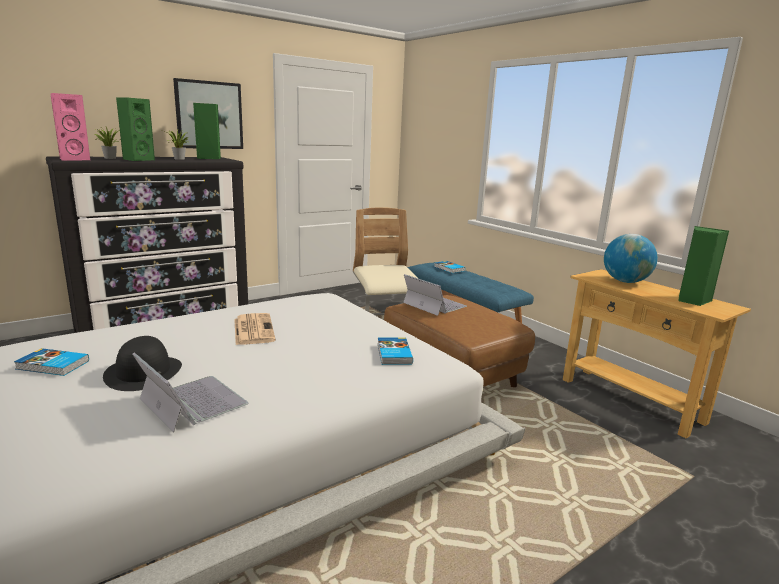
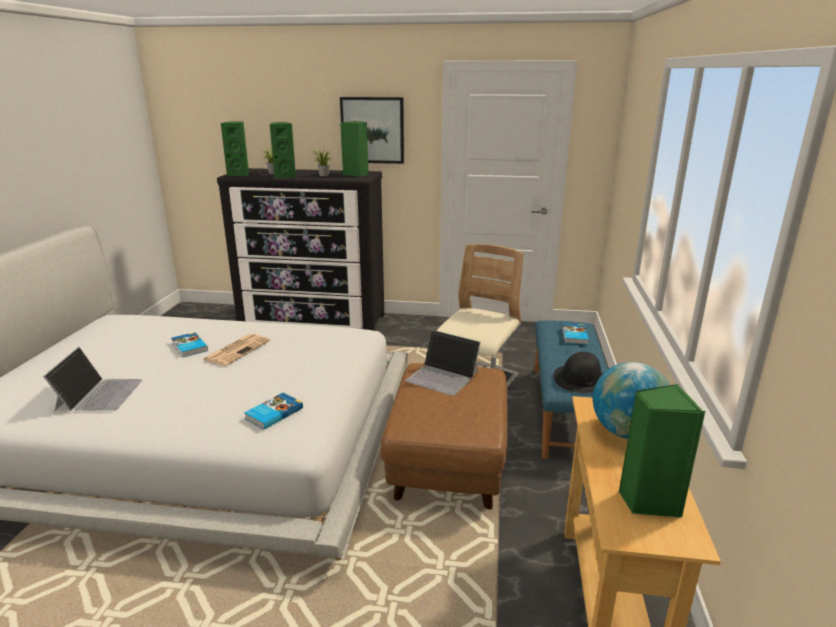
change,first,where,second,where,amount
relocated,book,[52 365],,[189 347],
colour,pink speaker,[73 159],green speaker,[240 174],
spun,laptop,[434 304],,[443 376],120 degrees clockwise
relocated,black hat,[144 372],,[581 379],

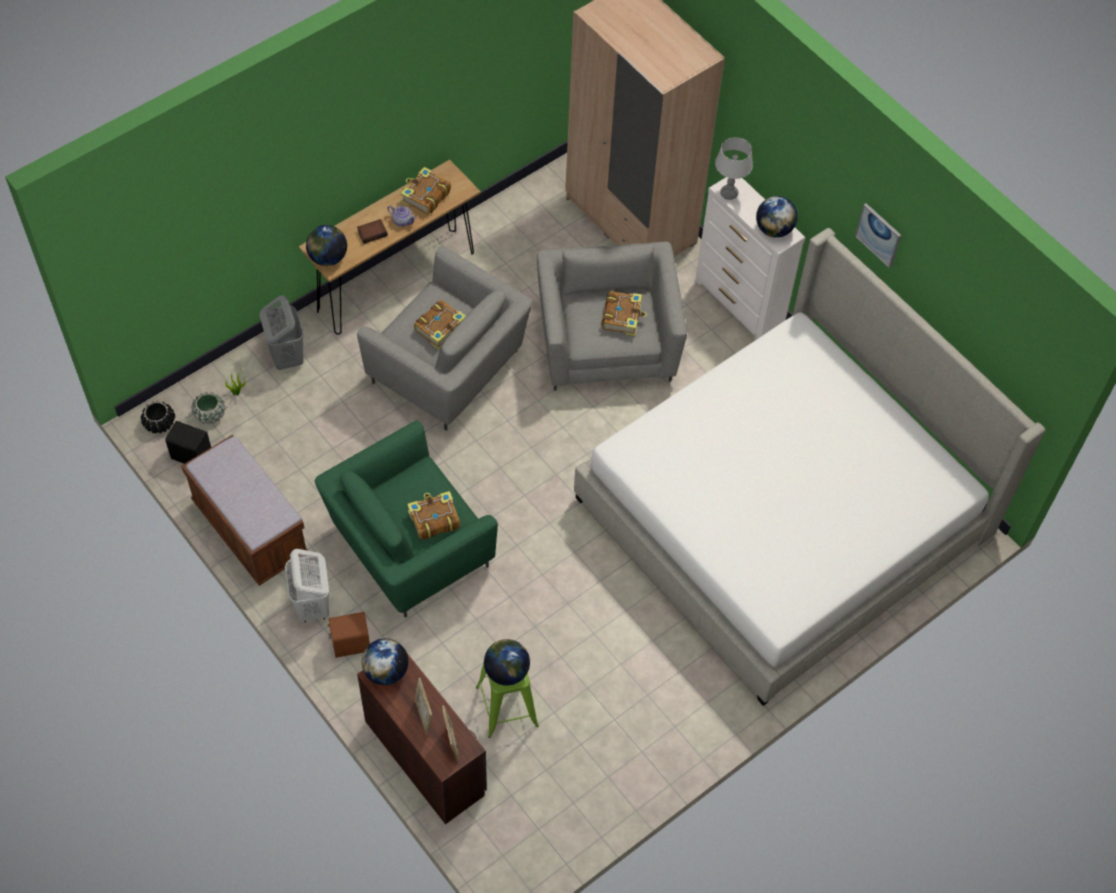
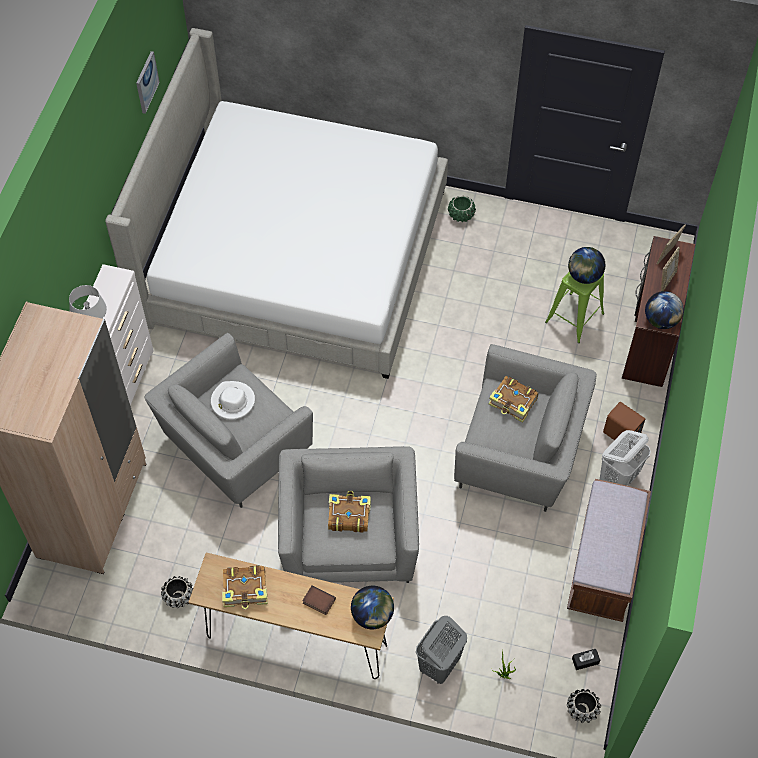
change,first,where,second,where,amount
relocated,picture,[879 234],,[146 82],
appeared,,,black planter,[178 597],
exchanged,book,[622 317],white hat,[232 401],
relocated,green planter,[209 414],,[461 215],
colour,green armchair,[408 547],grey armchair,[520 453],
exchanged,black speaker,[191 454],black tissue box,[585 661],
missing,teapot,[402 220],,,
missing,globe,[774 229],,,

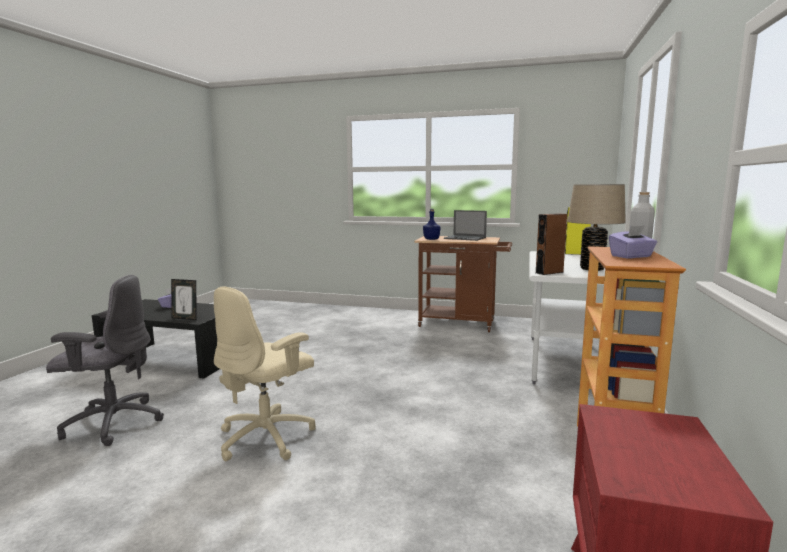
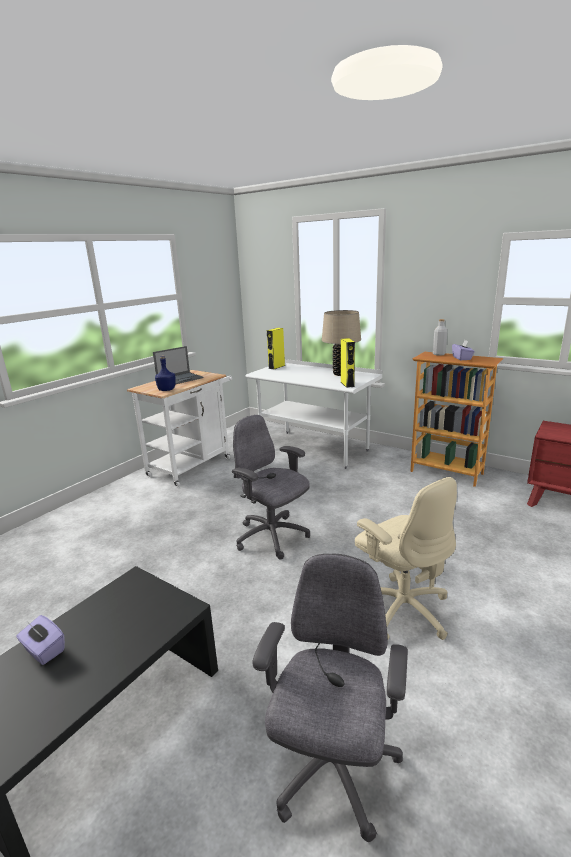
change,first,where,second,where,amount
colour,brown cart,[462 324],white cart,[193 465],
appeared,,,grey office chair,[272 537],
colour,brown speaker,[549 272],yellow speaker,[347 384],
missing,picture frame,[185 318],,,

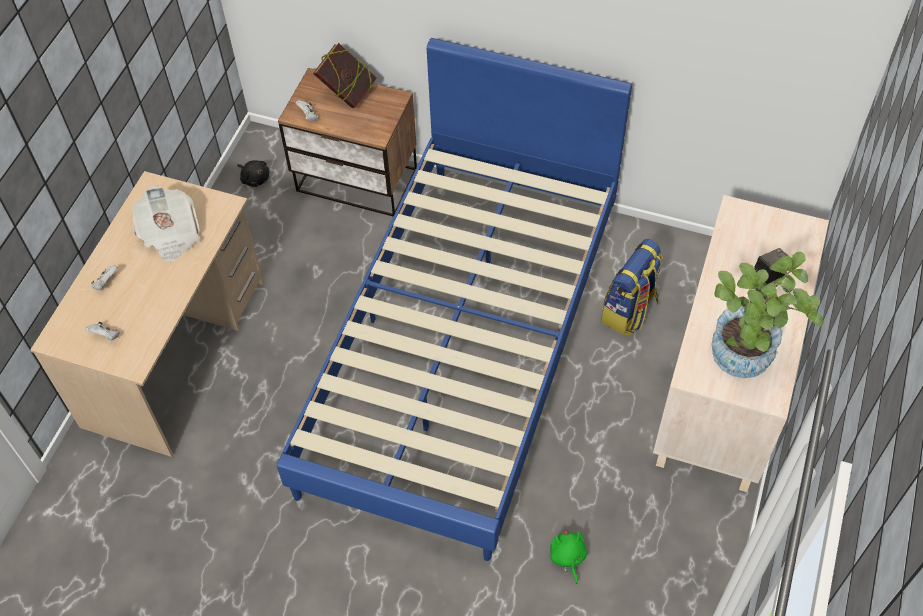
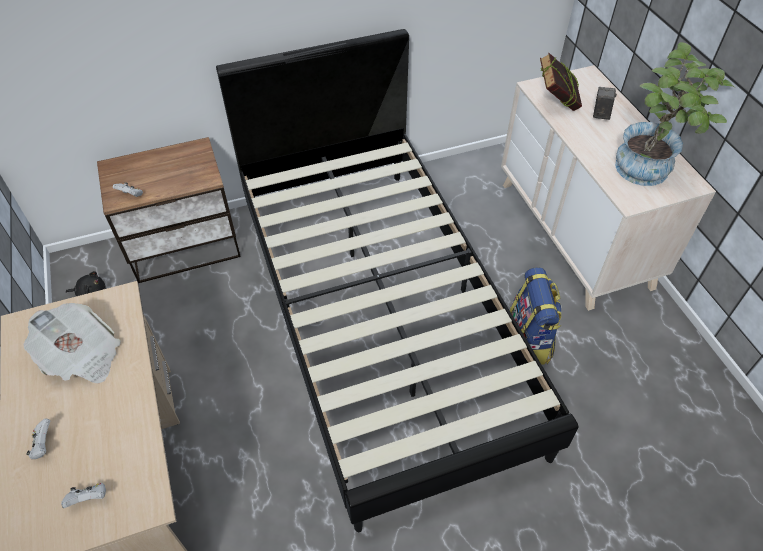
change,first,where,second,where,amount
colour,blue bed,[463 347],black bed,[381 317],
relocated,backpack,[629 311],,[529 342],
relocated,book,[347 94],,[555 104],
missing,green plush toy,[567 557],,,

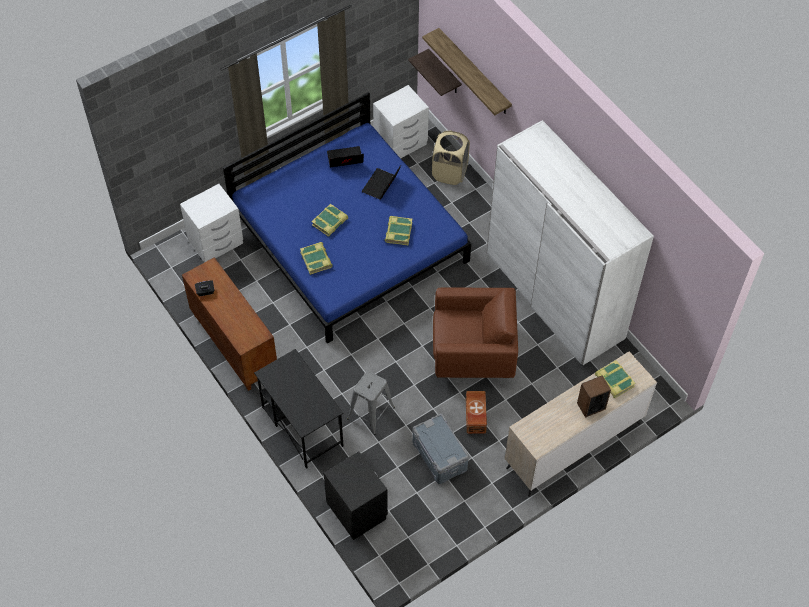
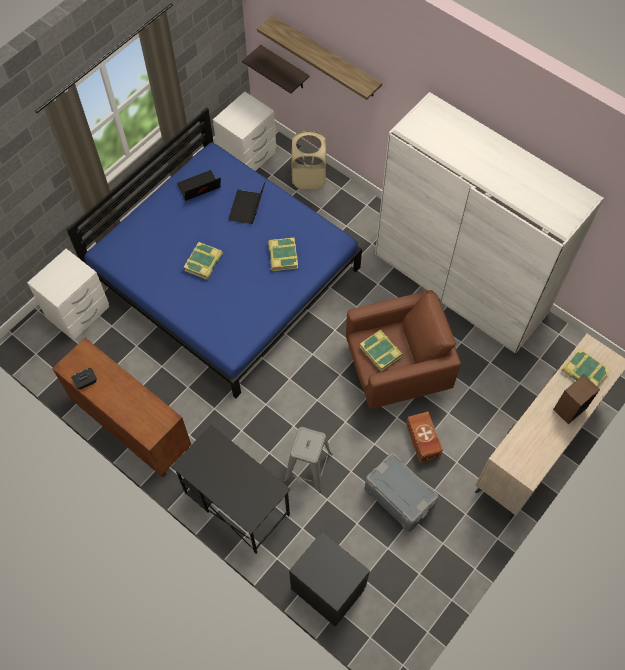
change,first,where,second,where,amount
relocated,book,[316 260],,[381 351],

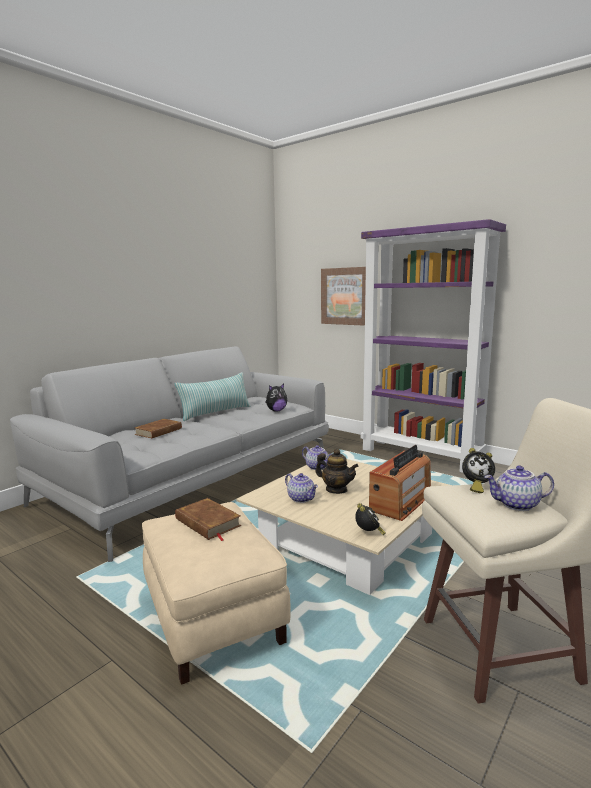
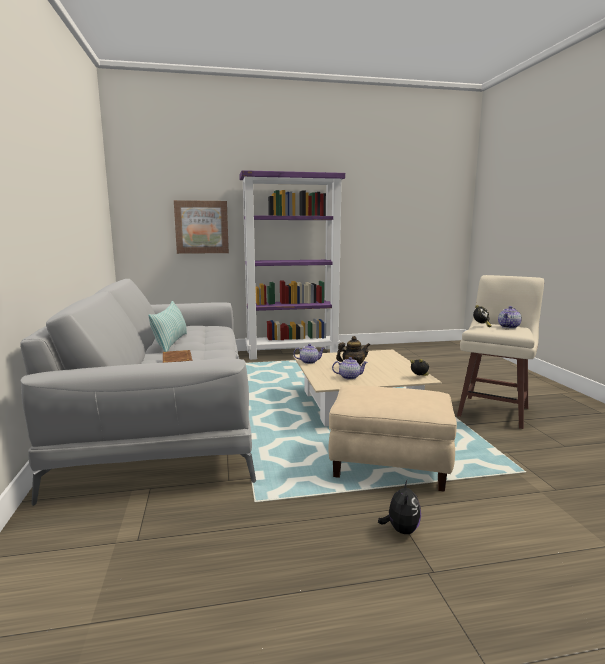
change,first,where,second,where,amount
relocated,plush toy,[276 411],,[401 530],
missing,brown book,[207 523],,,
missing,radio,[401 502],,,

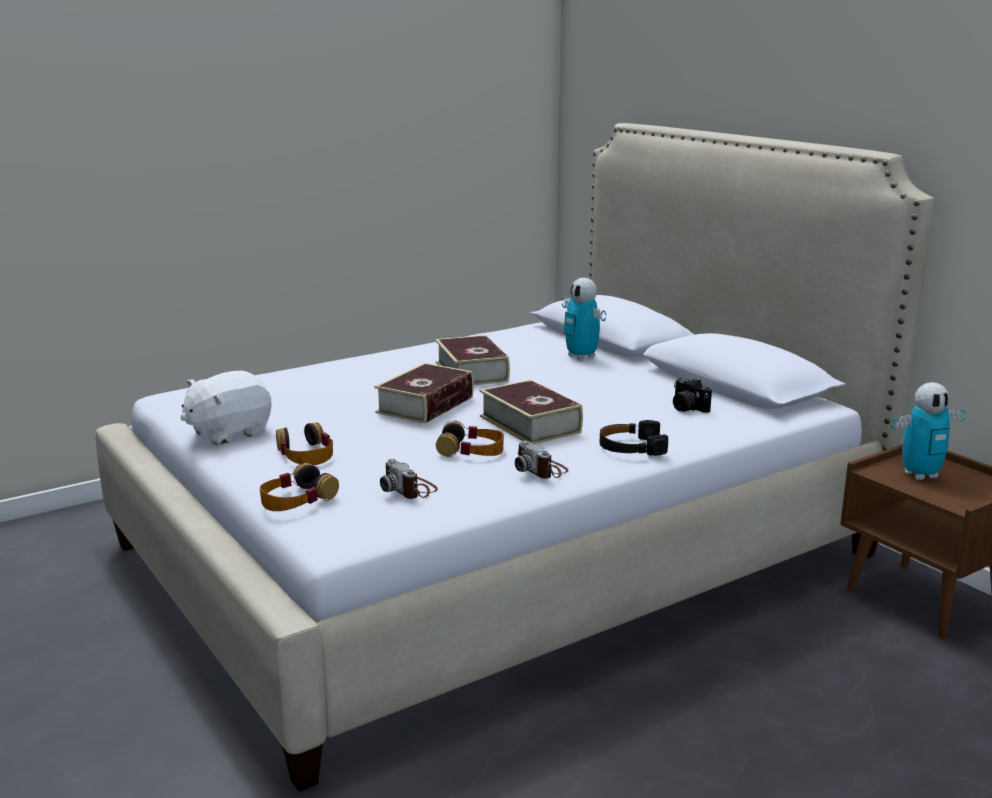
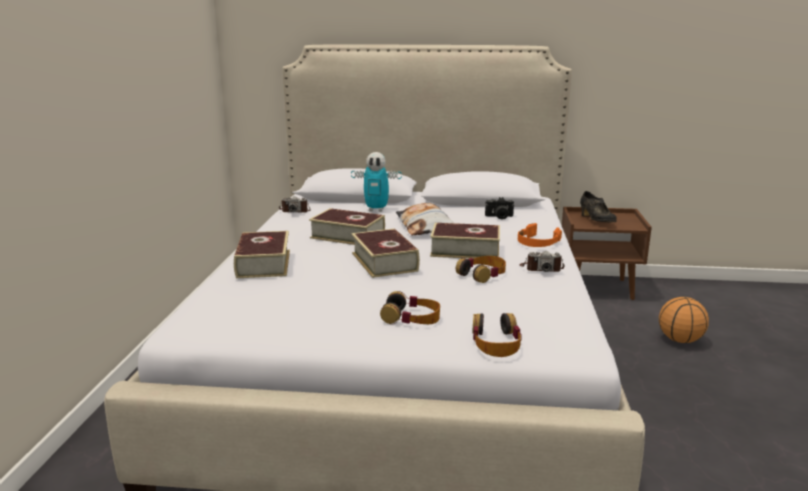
change,first,where,second,where,amount
appeared,,,book,[263 263],
relocated,photo camera,[410 489],,[295 211],
appeared,,,pillow,[425 226],
colour,black headphones,[631 447],orange headphones,[537 242],
exchanged,toy robot,[920 475],black shoe,[596 221],
appeared,,,basketball,[680 340],
missing,white plush toy,[228 432],,,

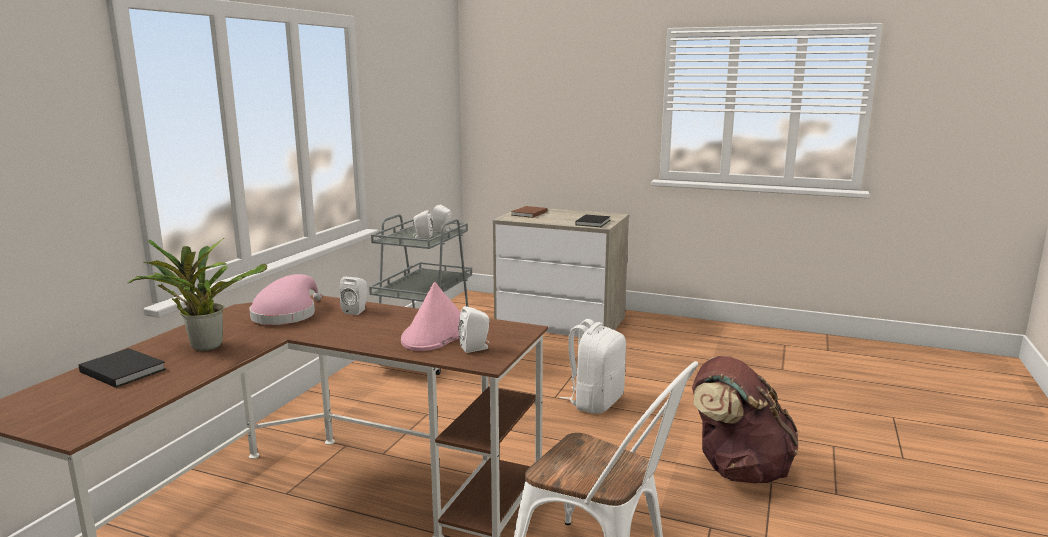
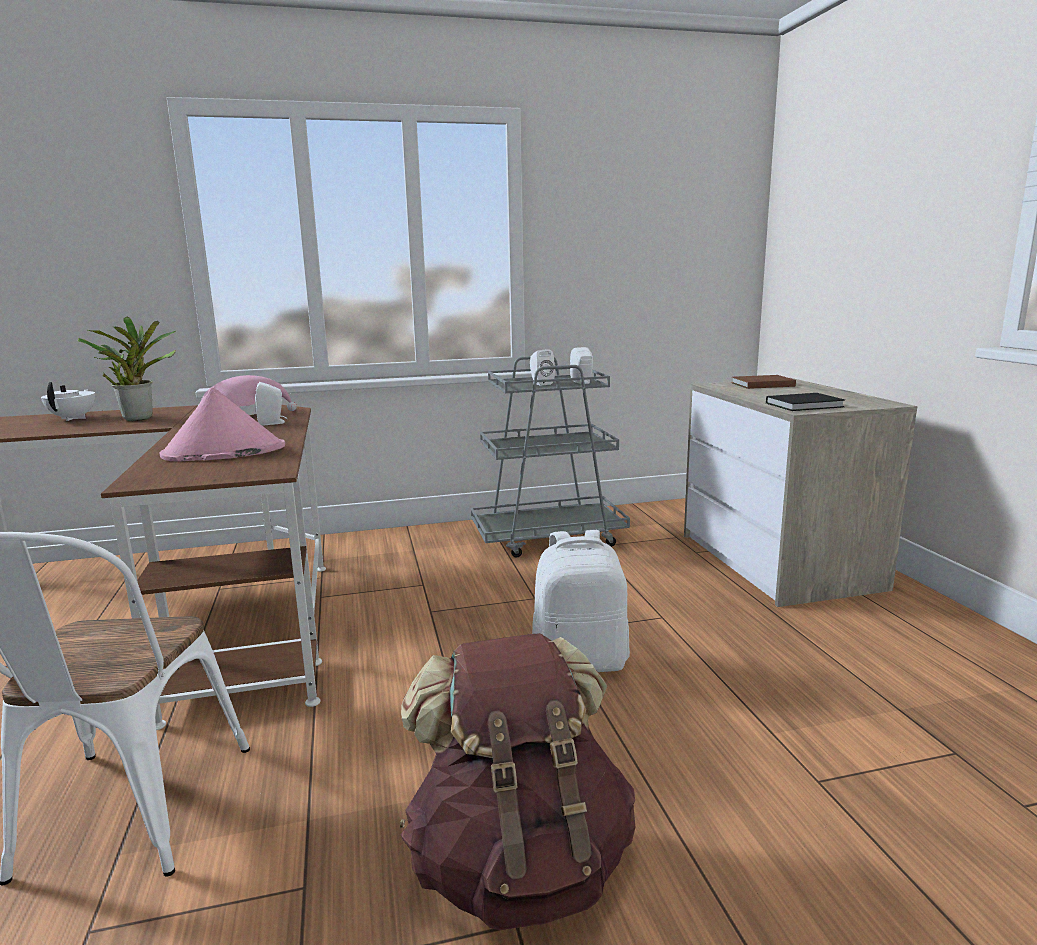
change,first,where,second,where,amount
exchanged,black book,[123 370],white teapot,[74 418],
missing,white speaker,[476 348],,,

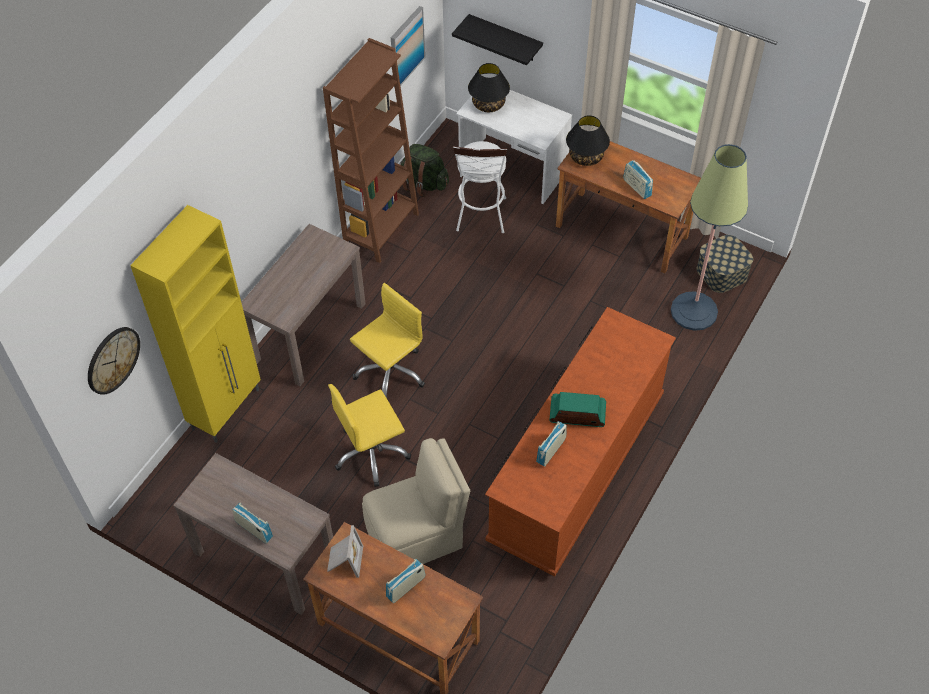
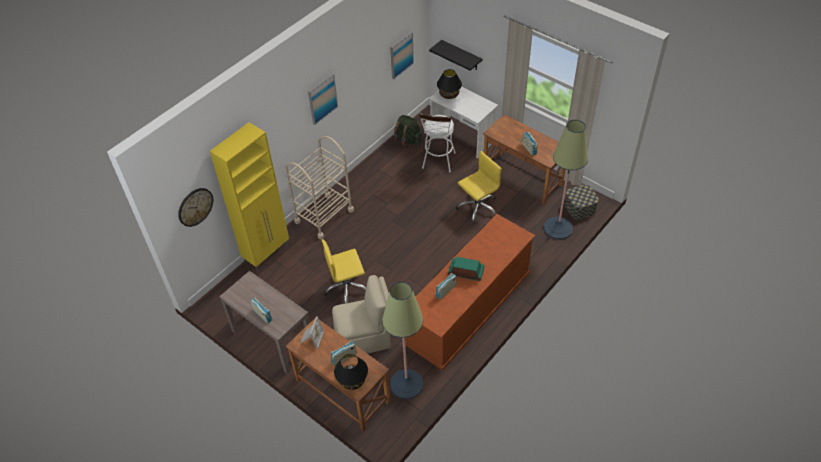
change,first,where,second,where,amount
exchanged,brown console table,[309 332],beige cart,[324 216],
appeared,,,picture,[322 98],
relocated,black table lamp,[586 156],,[352 380],
appeared,,,floor lamp,[406 384],
relocated,yellow office chair,[390 372],,[477 207],
missing,brown bookcase,[381 230],,,

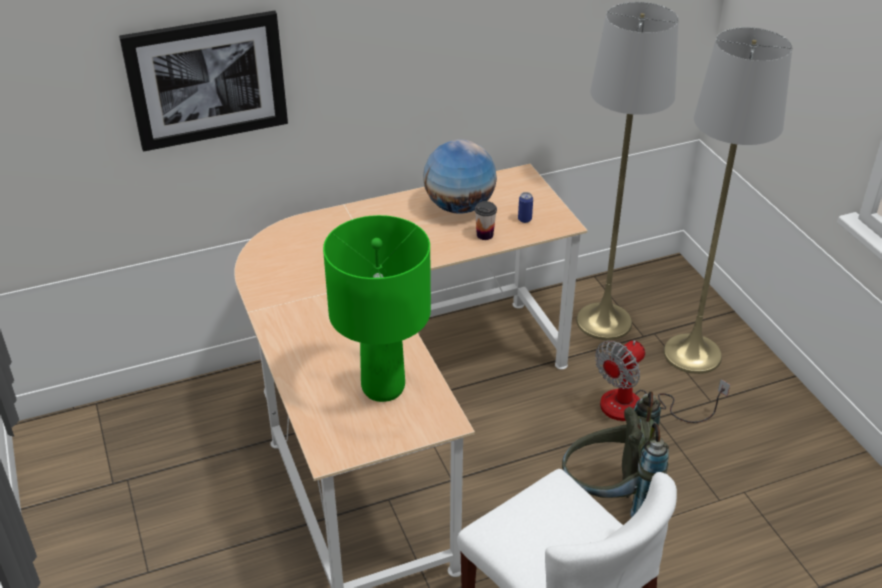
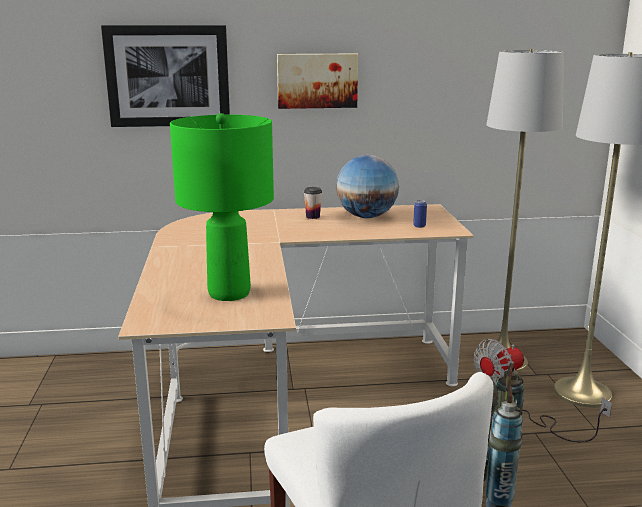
change,first,where,second,where,amount
appeared,,,picture,[317 80],
relocated,cup,[485 235],,[313 216],

